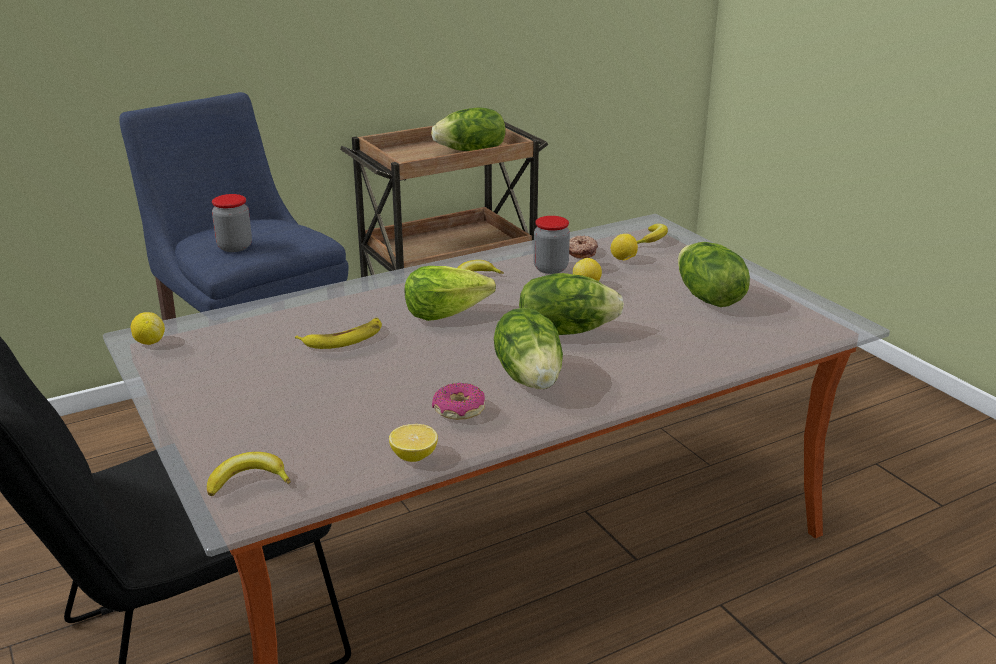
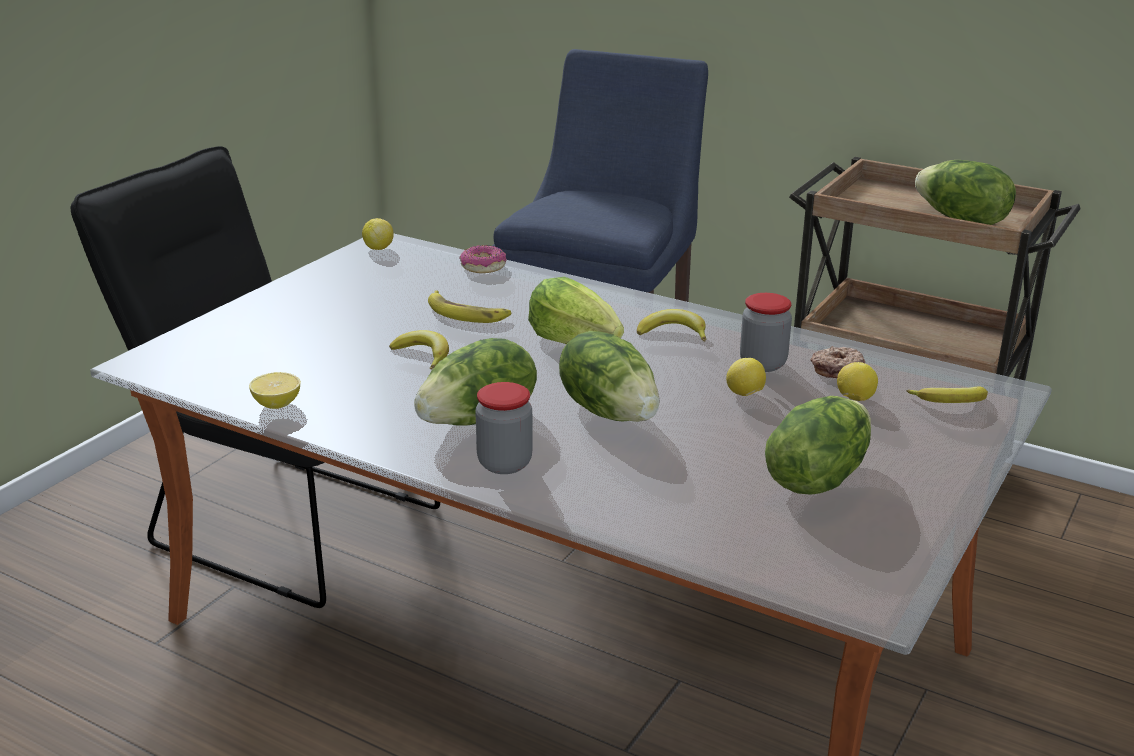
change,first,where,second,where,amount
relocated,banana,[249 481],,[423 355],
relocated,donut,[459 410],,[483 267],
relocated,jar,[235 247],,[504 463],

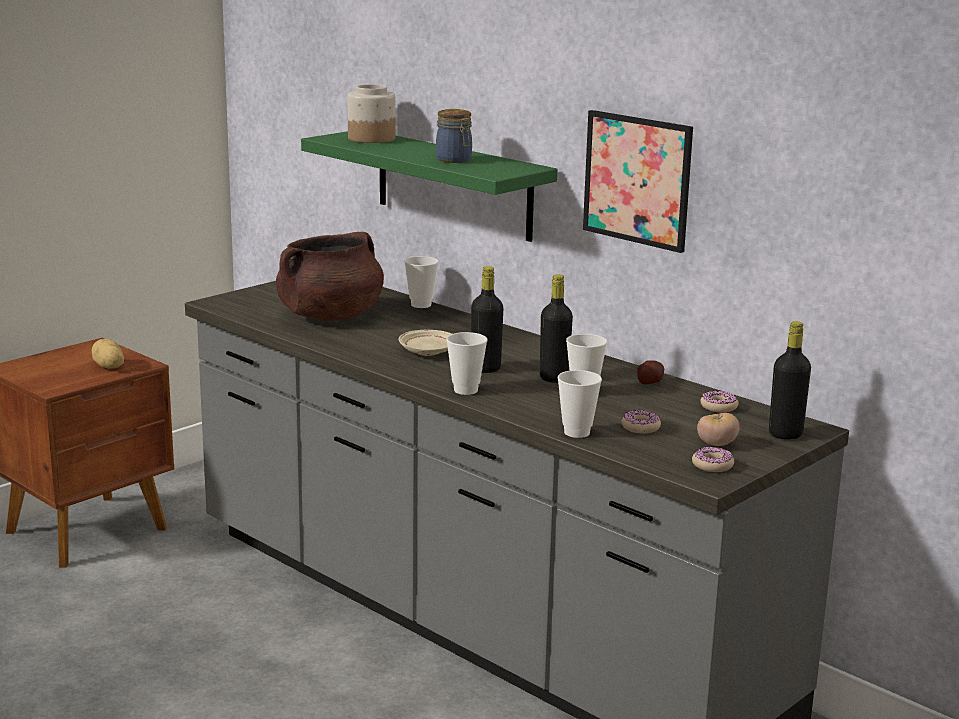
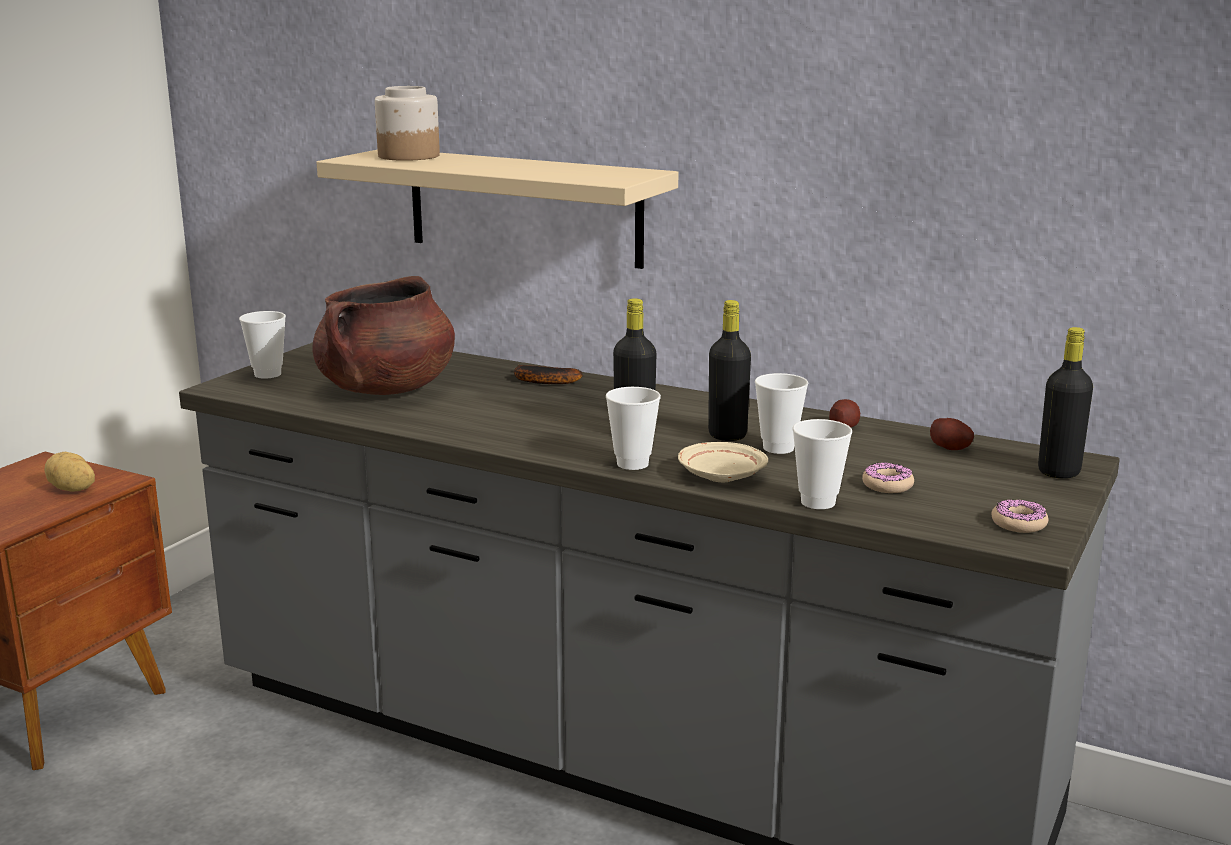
change,first,where,second,where,amount
relocated,cup,[421 305],,[267 374],
colour,green shelf,[453 184],beige shelf,[523 207],
appeared,,,banana,[540 381],
relocated,beige plate,[427 351],,[720 475],
exchanged,donut,[718 407],potato,[951 448],
missing,jar,[454 160],,,
missing,picture,[637 180],,,
missing,tomato,[716 444],,,

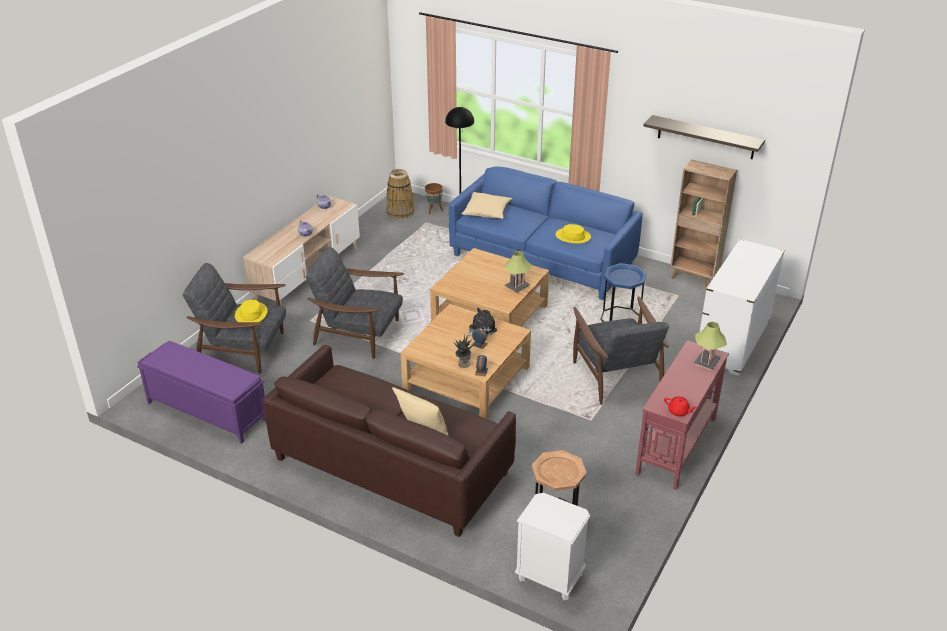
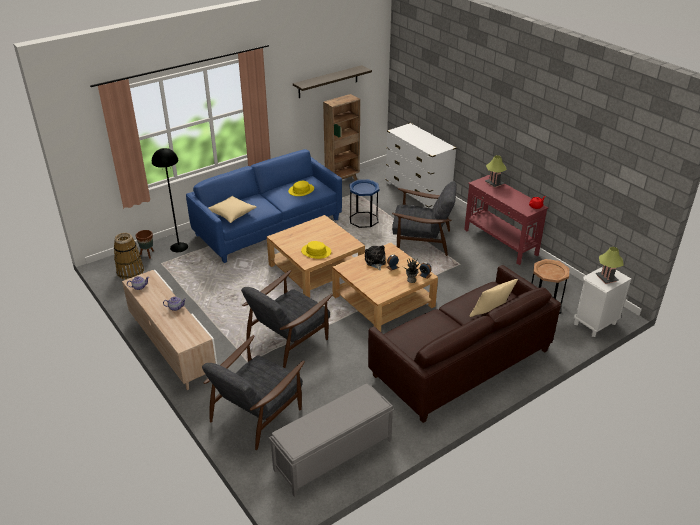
change,first,where,second,where,amount
colour,purple bench,[206 411],grey bench,[332 455],
relocated,yellow hat,[251 314],,[316 252],
relocated,table lamp,[517 287],,[606 278],

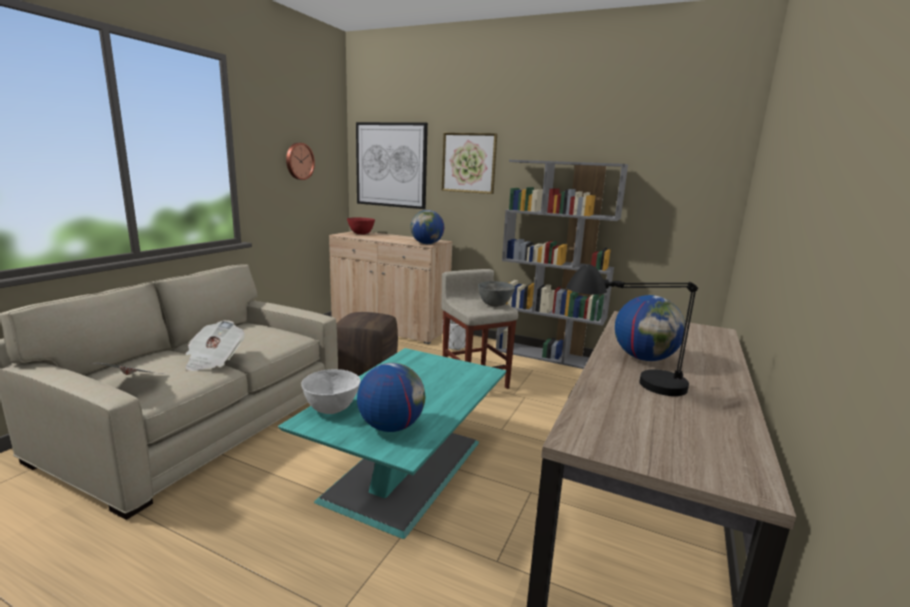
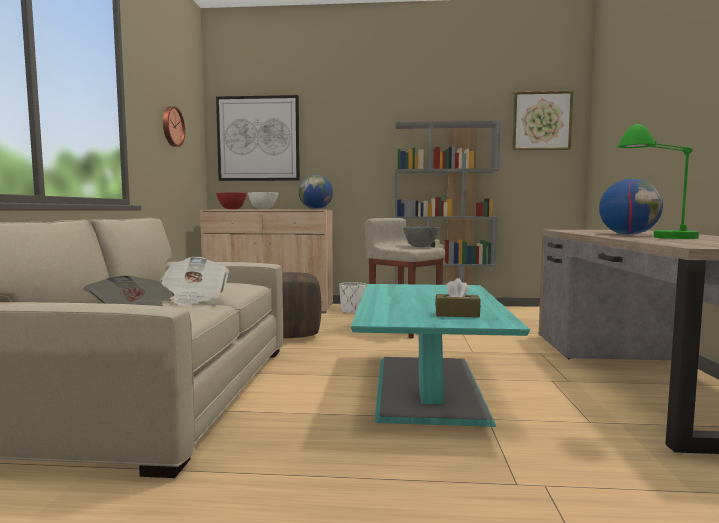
change,first,where,second,where,amount
relocated,white bowl,[331 409],,[263 209],
exchanged,globe,[391 426],brown tissue box,[457 314],
relocated,picture,[469 163],,[541 121],
colour,black table lamp,[626 387],green table lamp,[657 238],

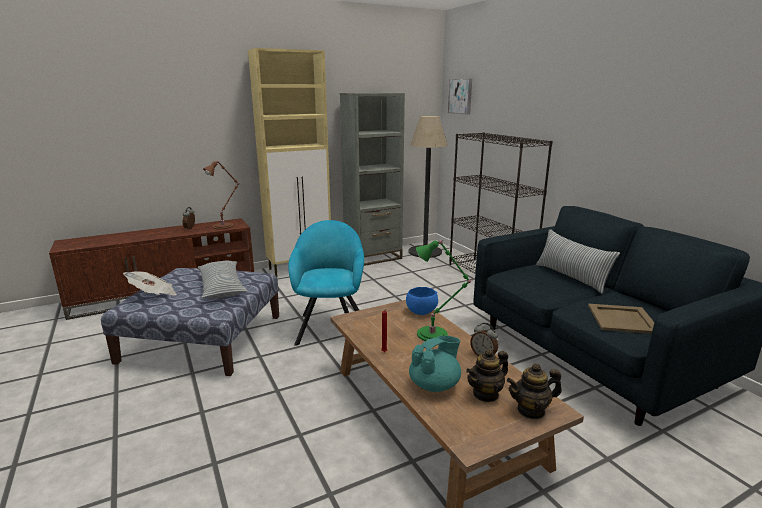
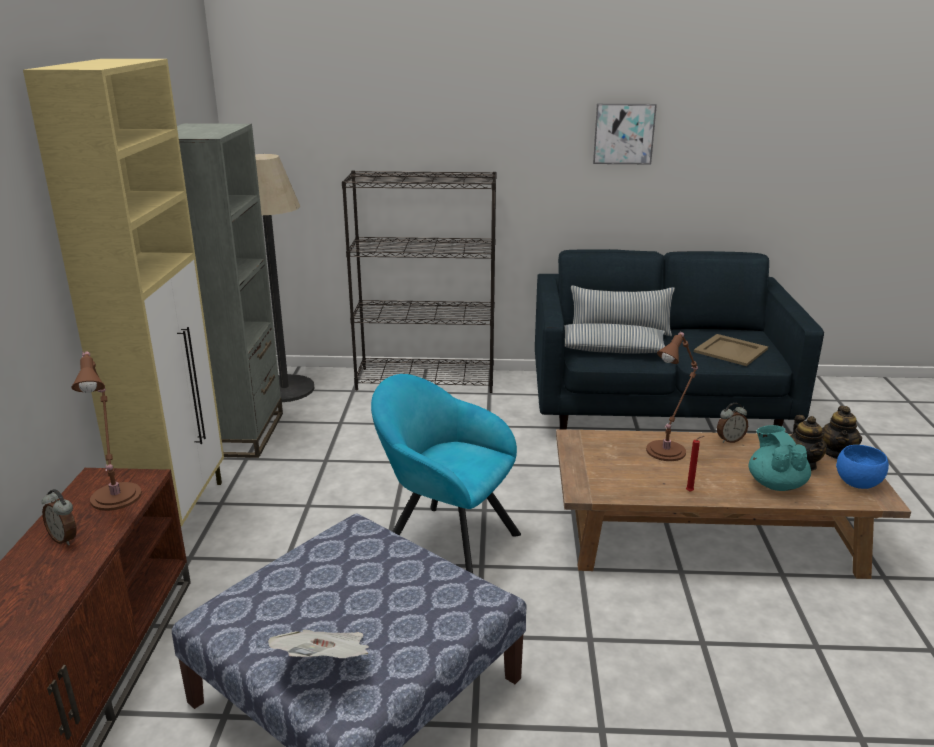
change,first,where,second,where,amount
relocated,pillow,[222 287],,[611 349],
relocated,picture,[461 96],,[623 133],
colour,green table lamp,[435 335],brown table lamp,[668 450],
relocated,blue bowl,[421 312],,[858 483],

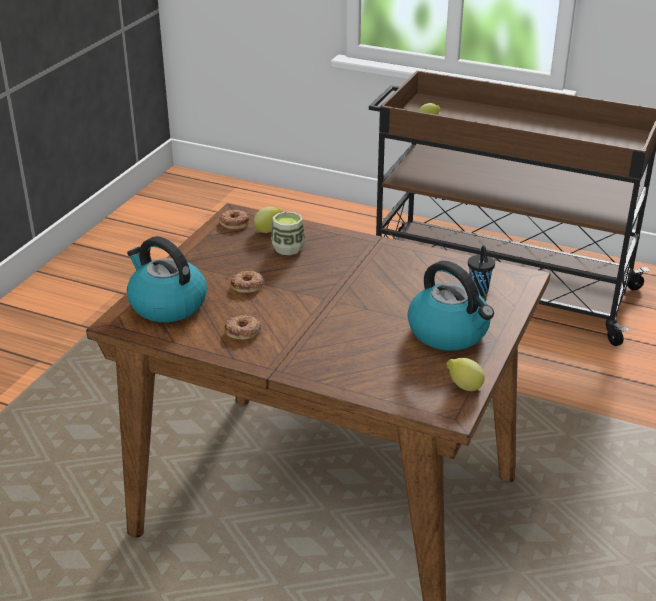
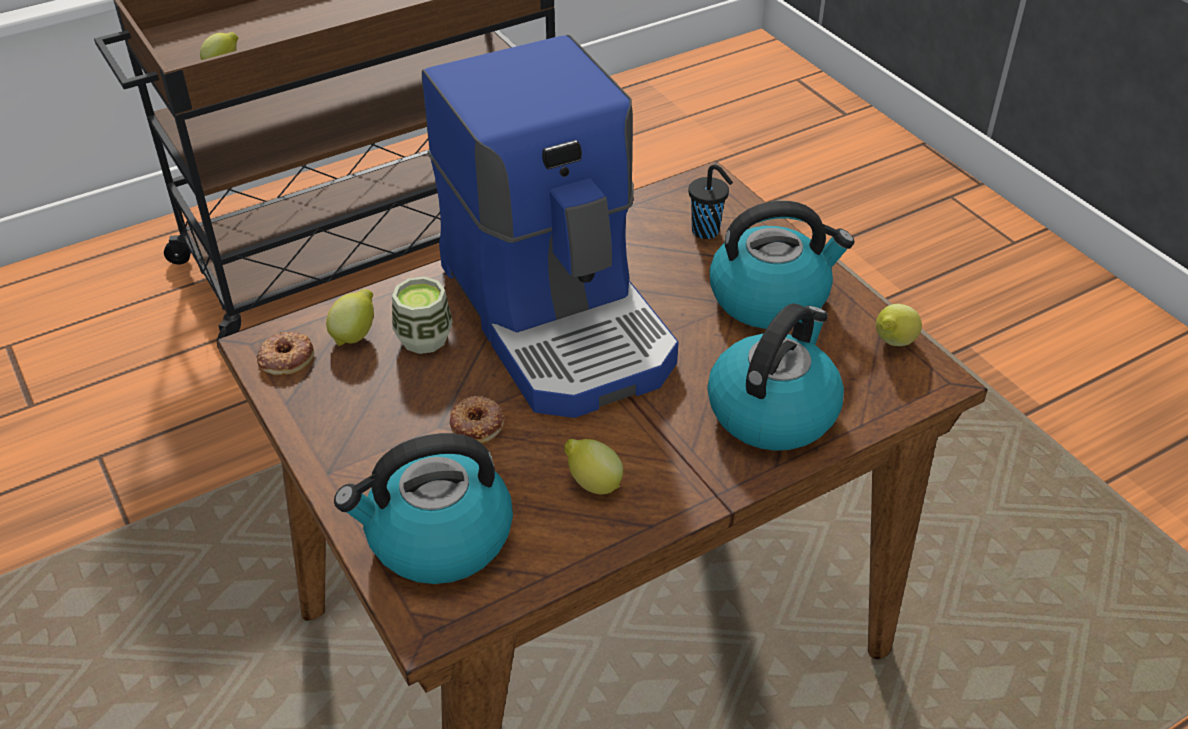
change,first,where,second,where,amount
appeared,,,coffee machine,[560 316],
exchanged,donut,[243 331],lemon,[592 484],
appeared,,,kettle,[773 410],

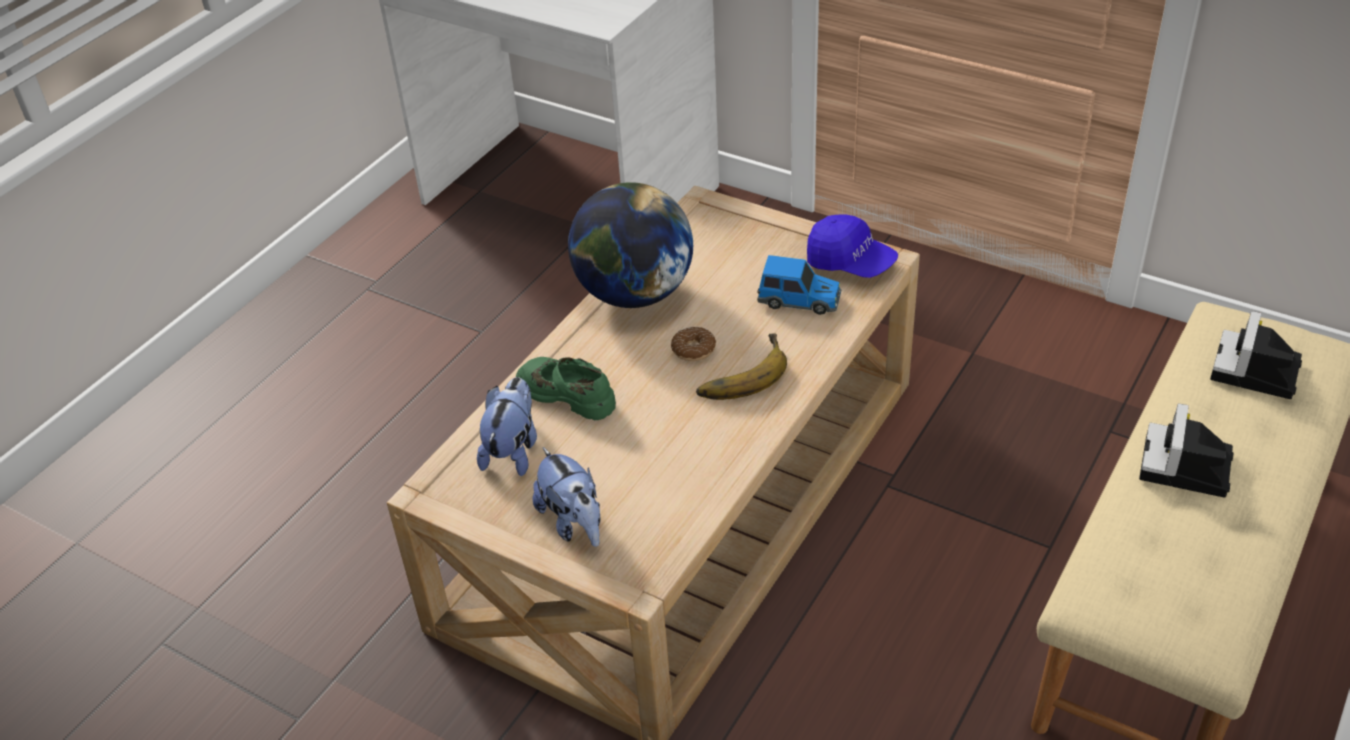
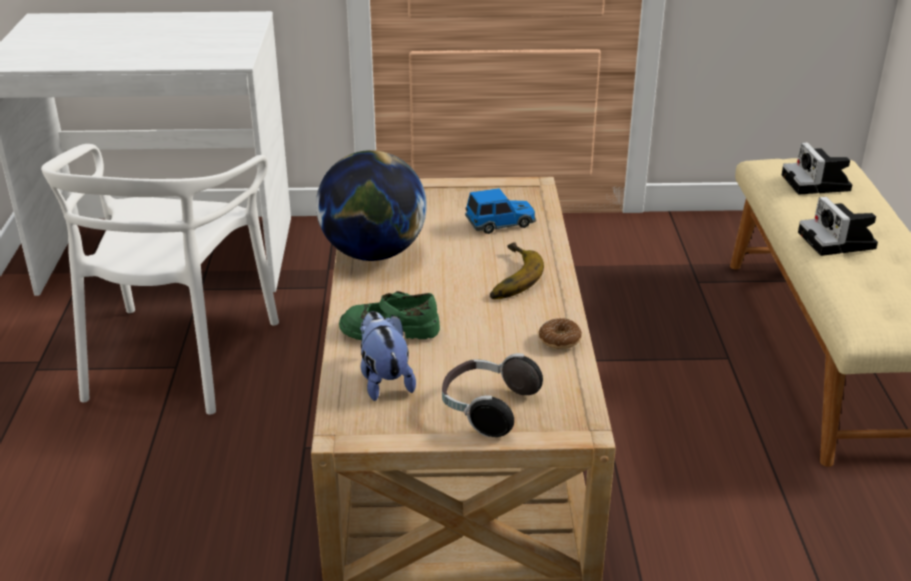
change,first,where,second,where,amount
appeared,,,white chair,[177 357],
exchanged,plush toy,[573 523],headphones,[487 408],
relocated,donut,[693 349],,[559 340],
missing,blue cap,[850 263],,,

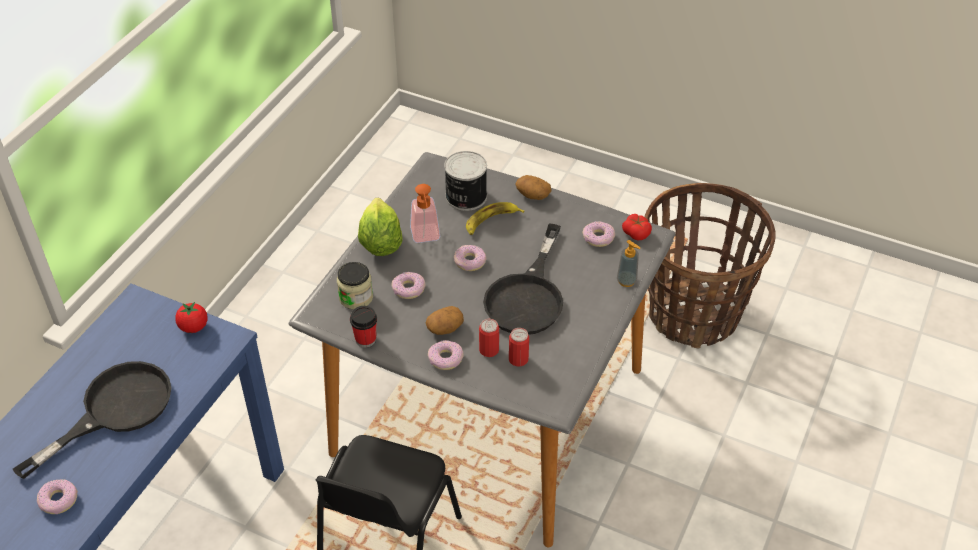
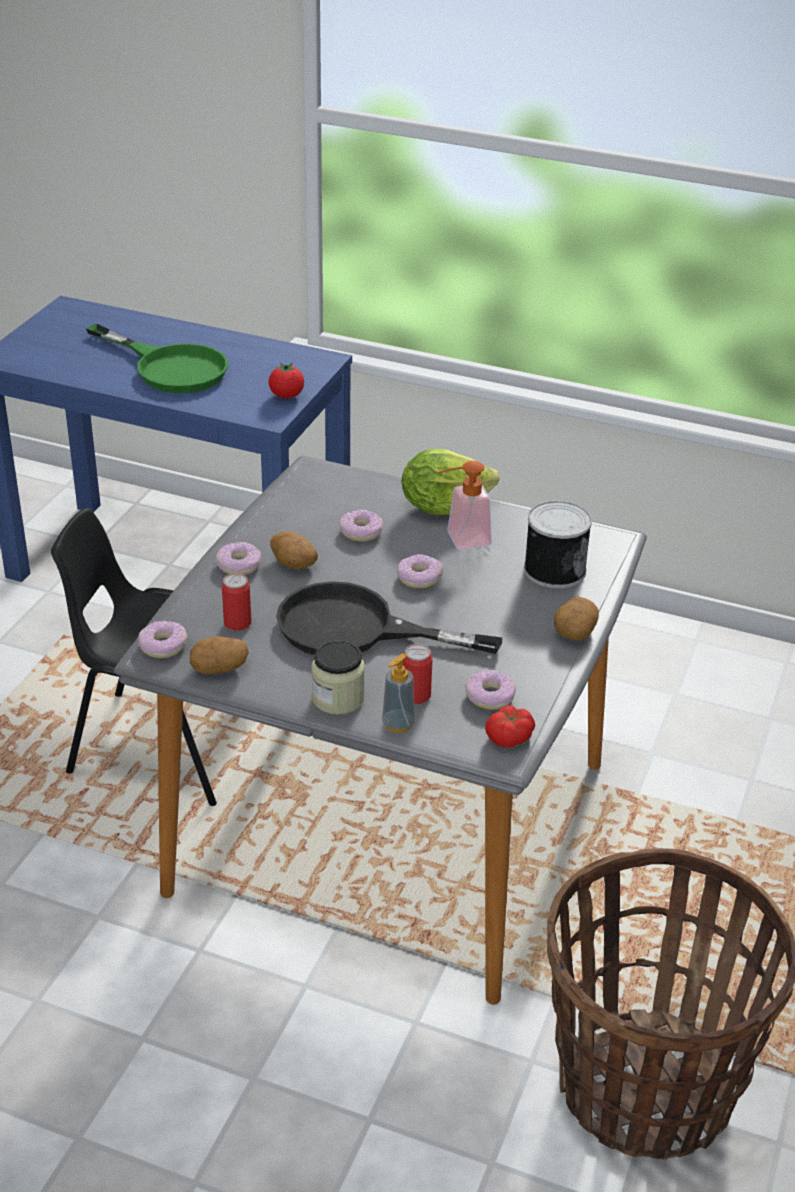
change,first,where,second,where,amount
colour,black frying pan,[114 410],green frying pan,[170 367],
relocated,donut,[58 500],,[163 646],
appeared,,,potato,[219 667],
relocated,jar,[356 297],,[338 698],
relocated,can,[489 350],,[416 695],
missing,cup,[365 339],,,
missing,banana,[491 221],,,

